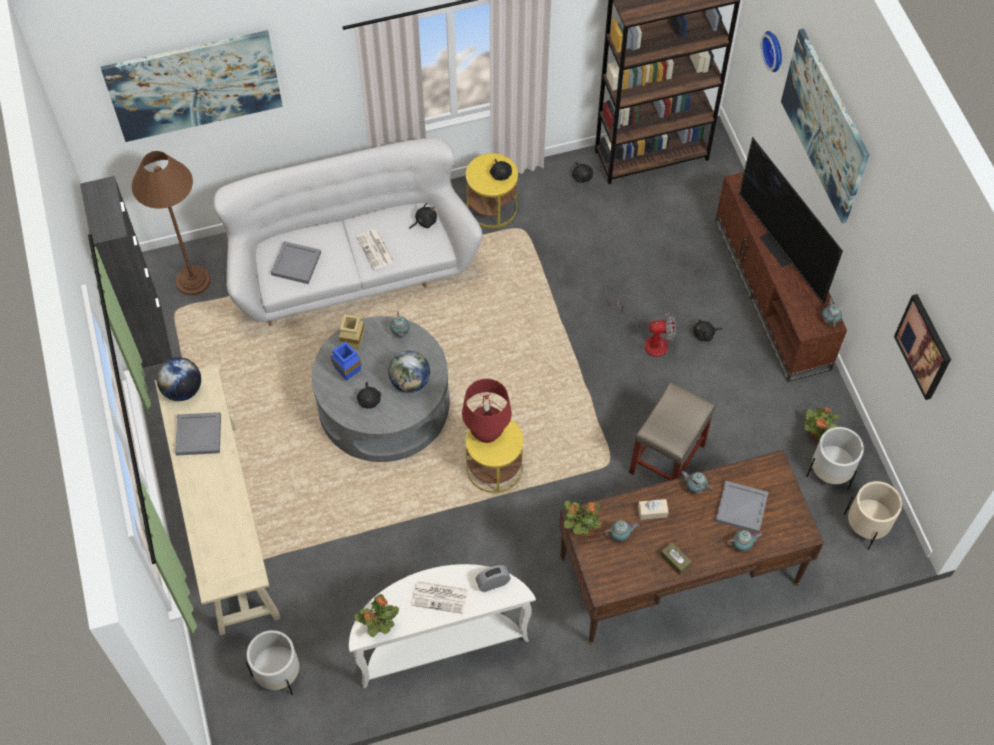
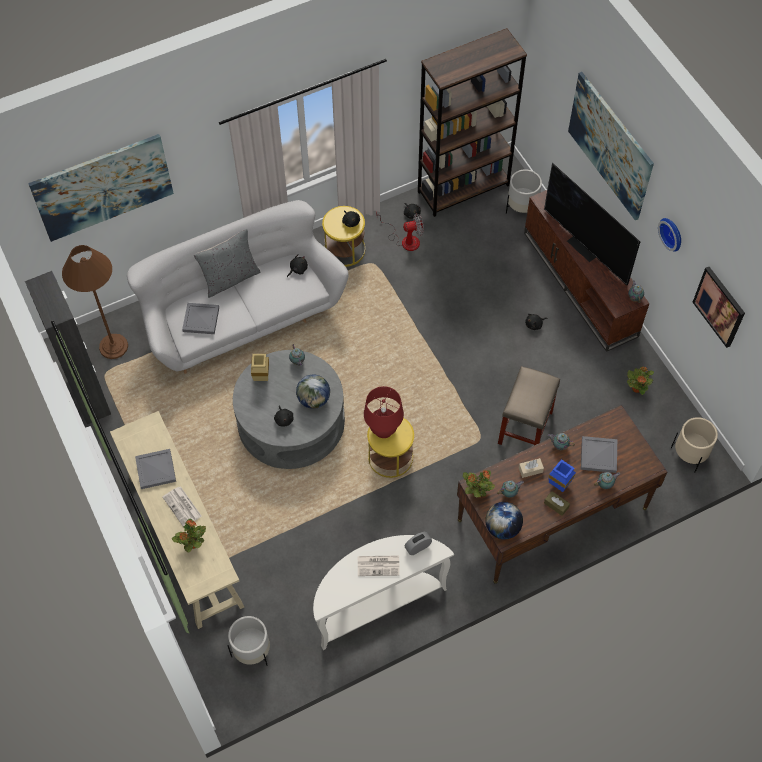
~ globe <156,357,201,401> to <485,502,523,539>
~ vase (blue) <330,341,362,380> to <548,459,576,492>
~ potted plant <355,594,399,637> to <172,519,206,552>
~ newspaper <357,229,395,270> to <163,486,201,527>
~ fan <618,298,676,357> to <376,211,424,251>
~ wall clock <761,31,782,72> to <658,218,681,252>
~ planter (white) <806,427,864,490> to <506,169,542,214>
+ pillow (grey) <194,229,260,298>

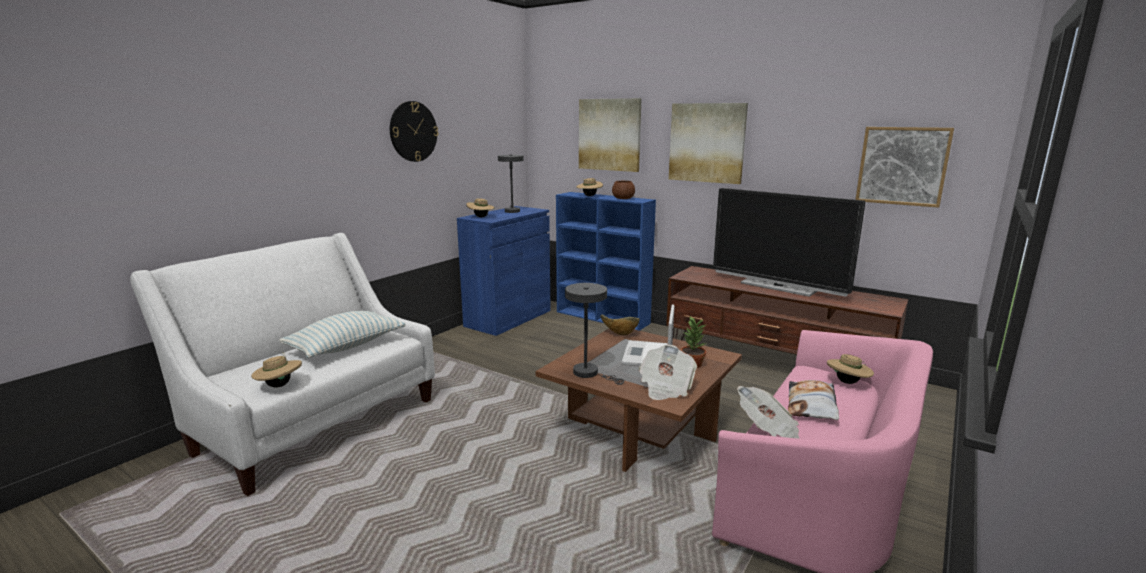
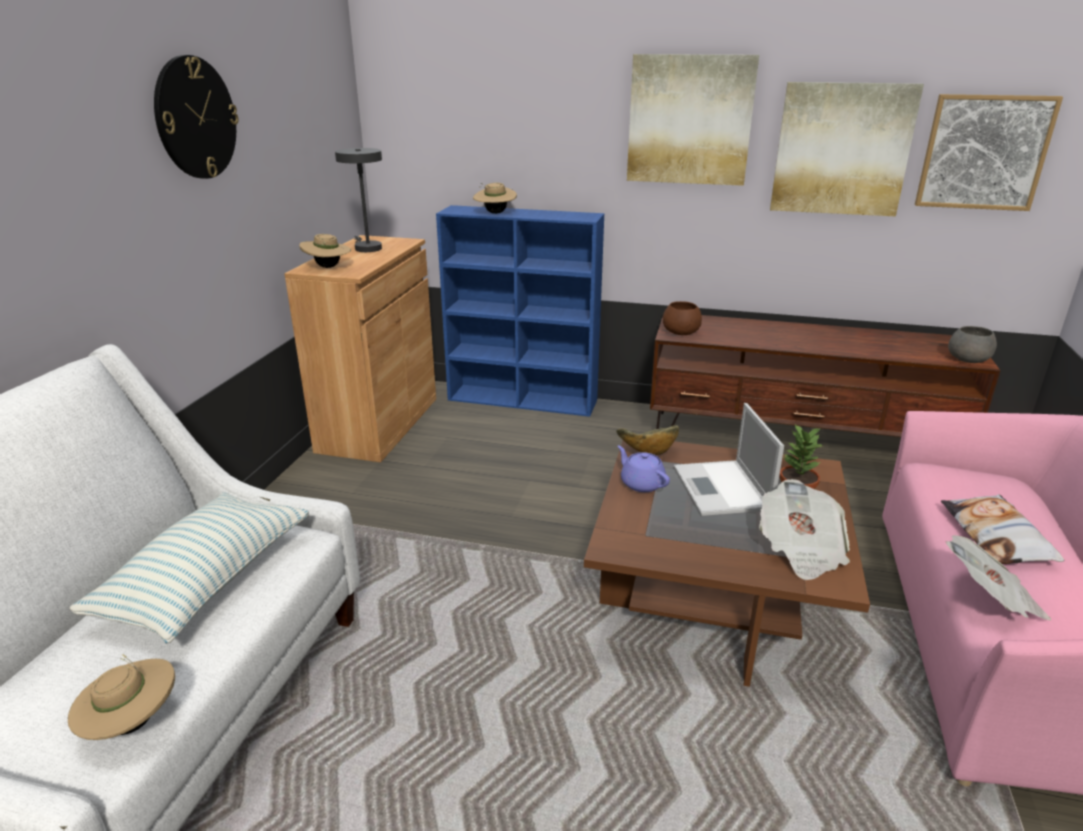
~ cabinet (blue) <457,206,551,336> to cabinet (brown) <284,235,436,462>
- table lamp (grey) <565,283,624,385>
~ picture <579,98,642,172> to <770,82,924,216>
~ bowl (brown) <612,181,635,199> to <663,301,702,335>
- television <713,188,866,297>
- hat (beige) <827,354,874,384>
+ teapot (purple) <618,445,670,492>
+ bowl (grey) <948,326,997,363>

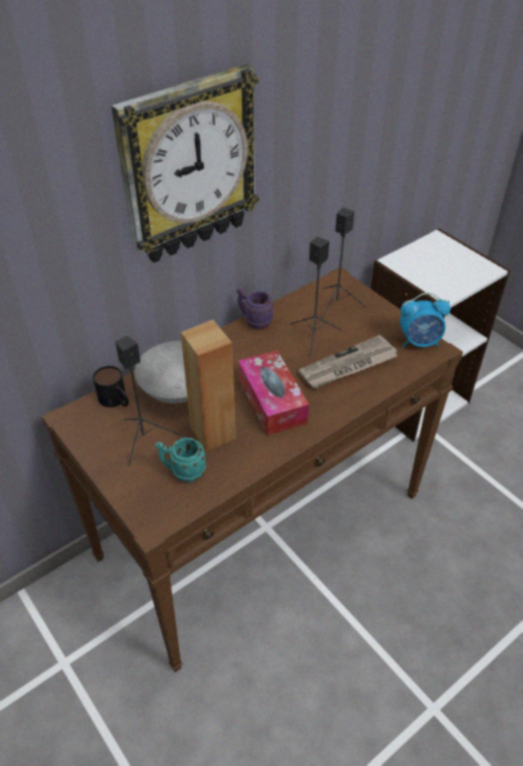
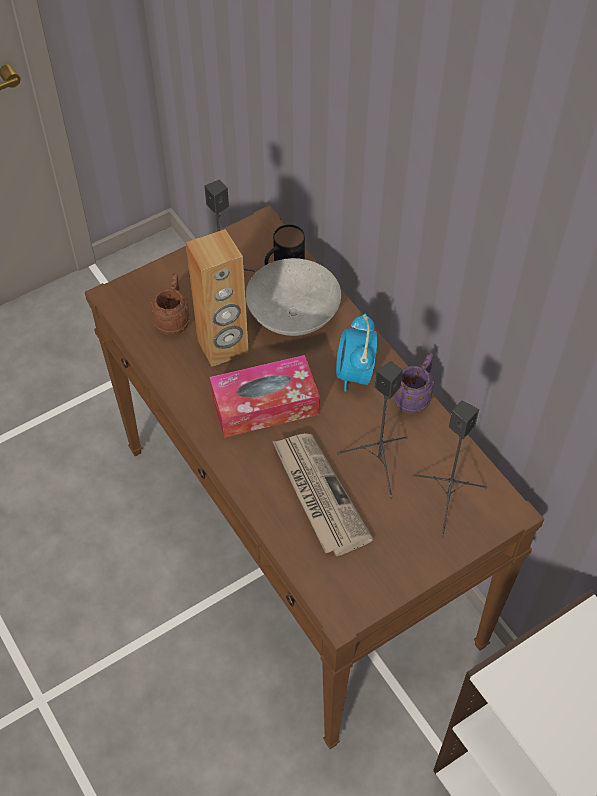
- wall clock <111,64,259,263>
~ mug (turquoise) <155,437,206,482> to mug (brown) <151,273,190,335>
~ alarm clock <400,293,450,348> to <336,313,377,392>

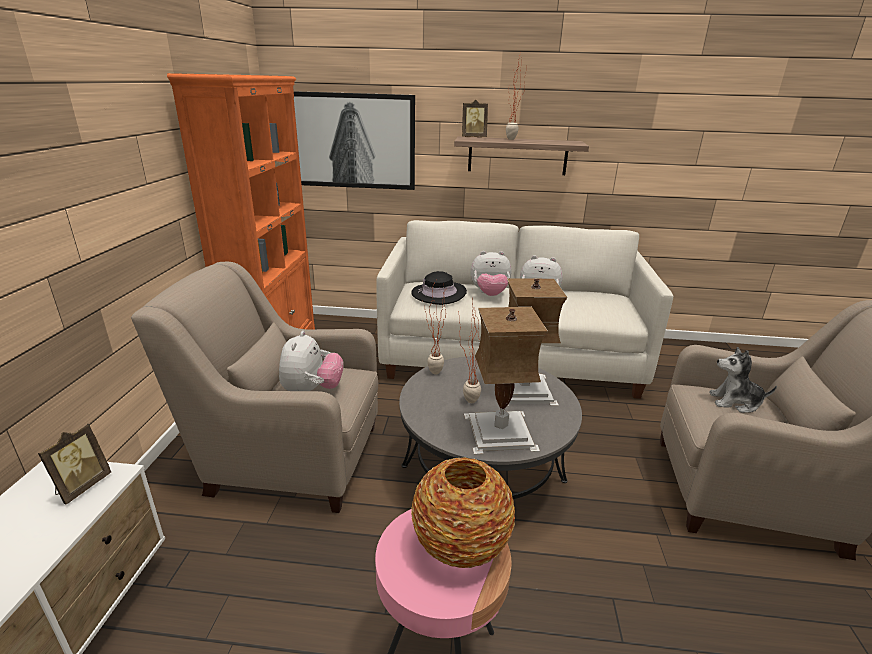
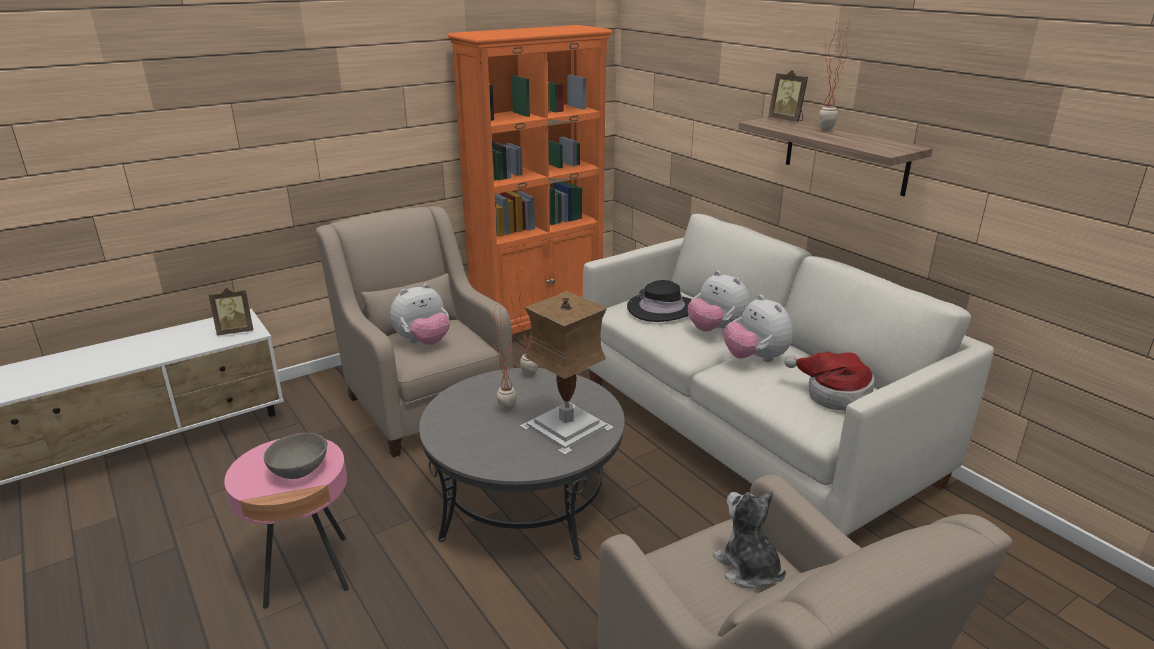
- picture <294,91,415,190>
~ vase <411,457,515,568> to bowl (grey) <264,433,327,479>
- table lamp <464,307,548,455>
+ hat <784,352,875,411>

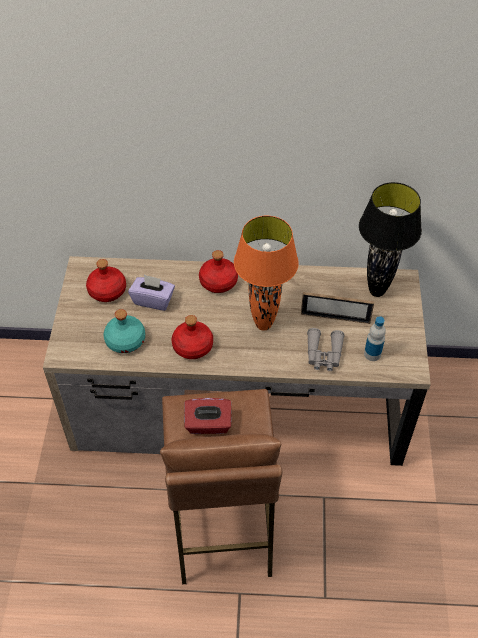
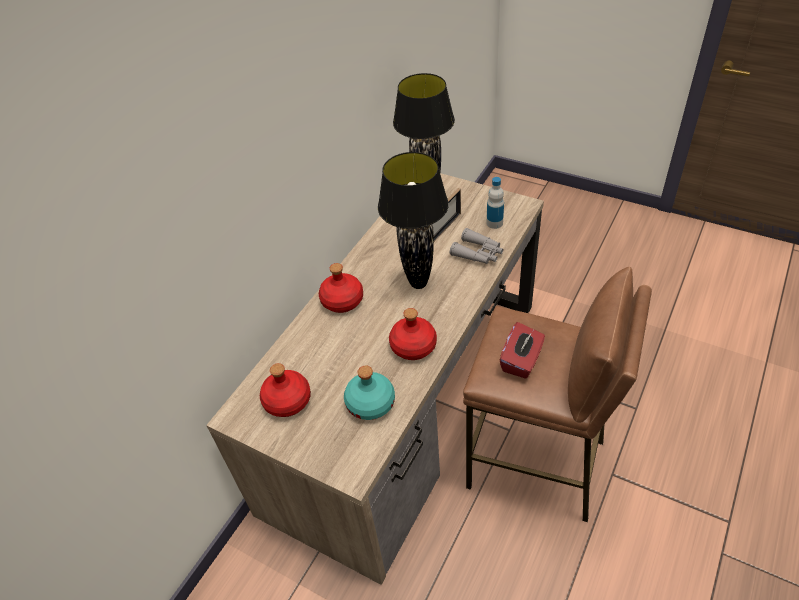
- tissue box (purple) <128,274,175,311>
~ table lamp (orange) <234,216,299,331> to table lamp (black) <378,152,449,289>

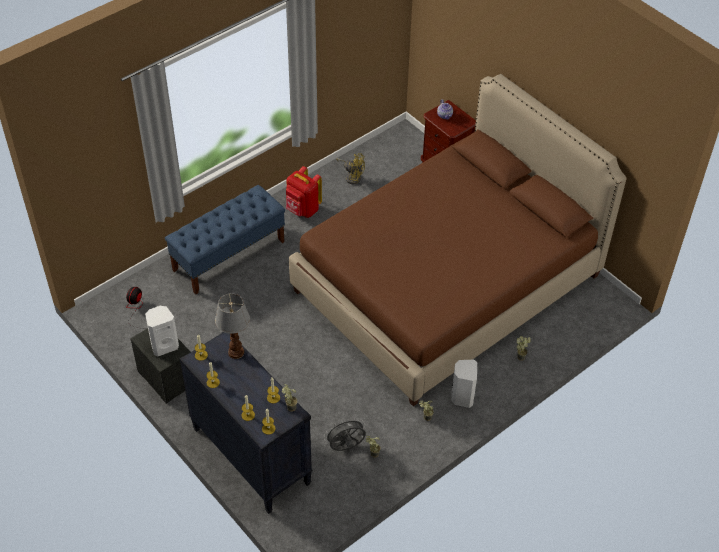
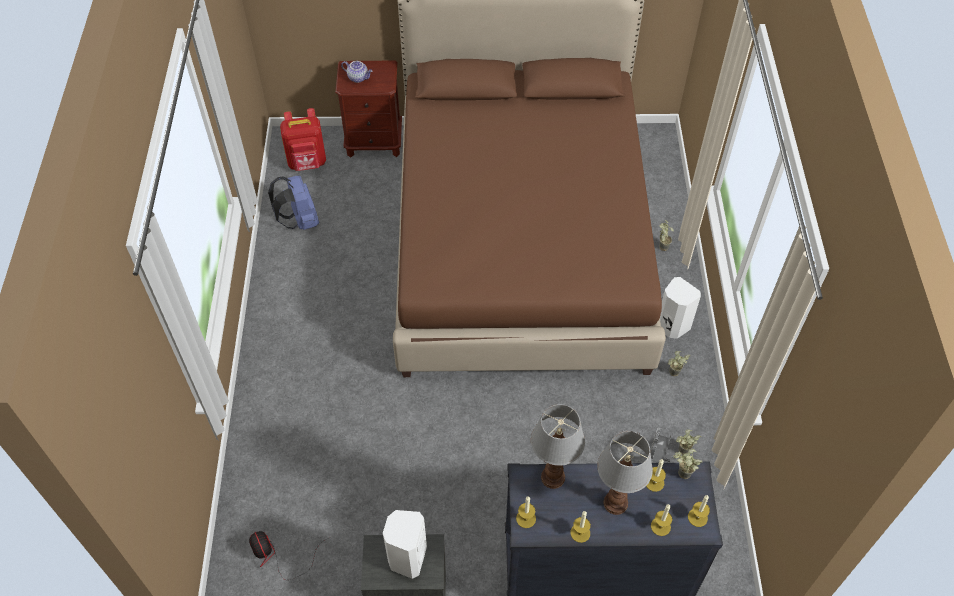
- bench (blue) <165,185,285,294>
~ backpack (red) <286,166,322,218> to <280,108,326,171>
~ fan (yellow) <336,153,365,184> to backpack (blue) <268,176,319,230>
+ table lamp <597,431,653,515>

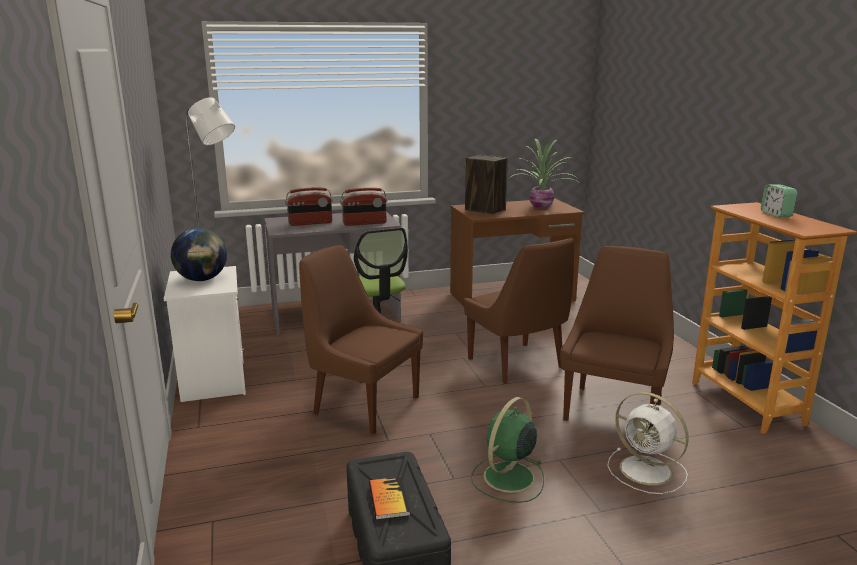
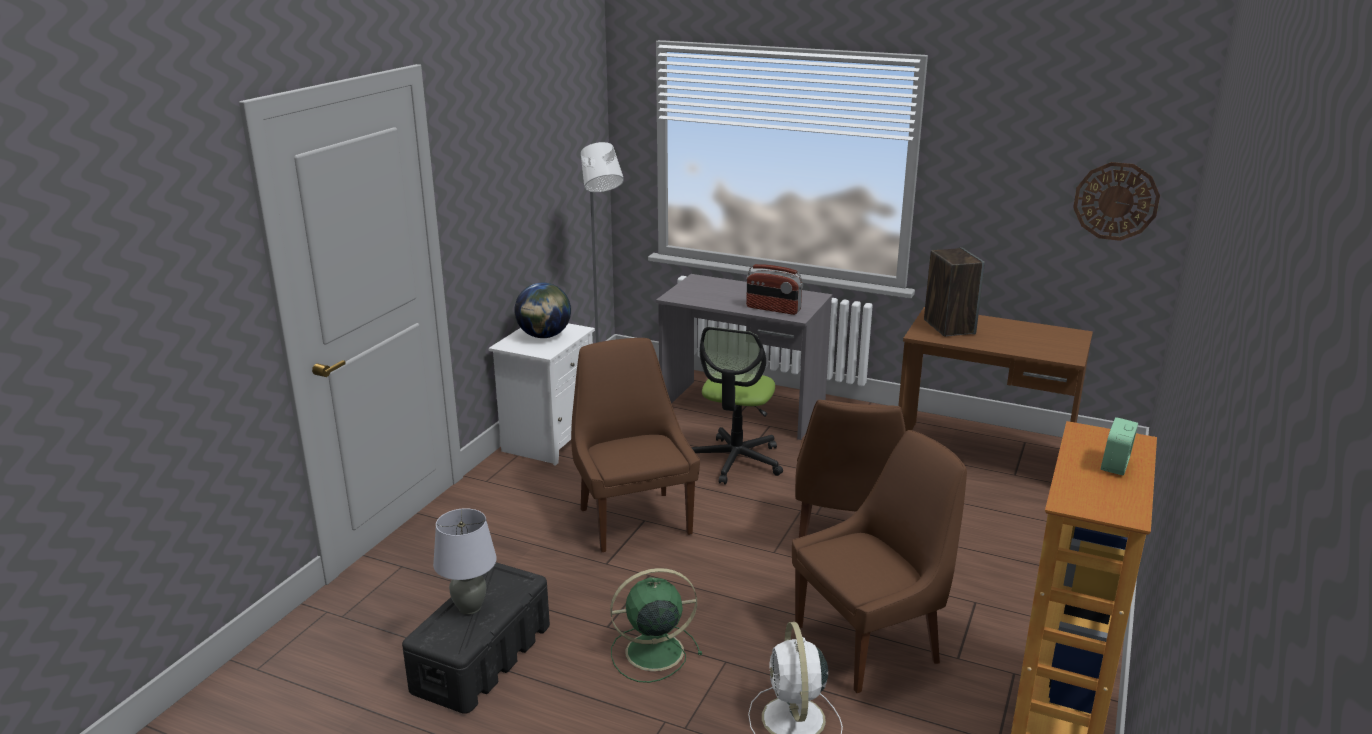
- radio <285,188,333,226>
~ book <369,477,410,520> to table lamp (grey) <433,508,497,615>
- potted plant <509,139,578,208>
+ wall clock <1073,162,1160,241>

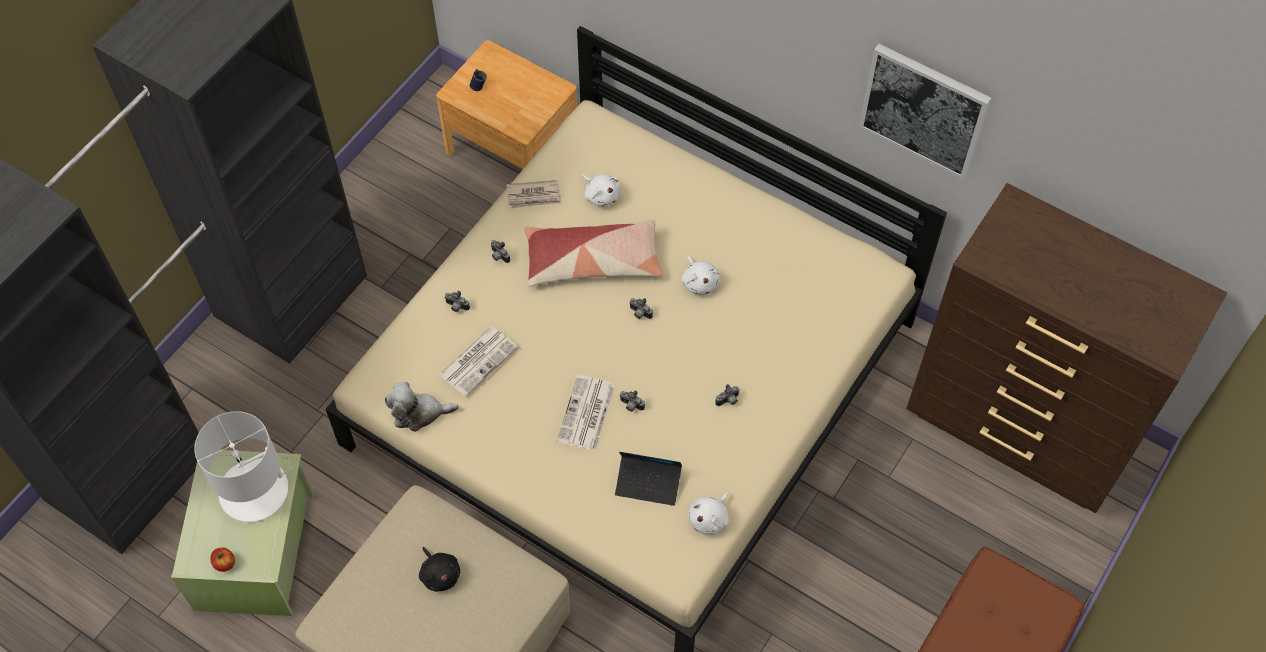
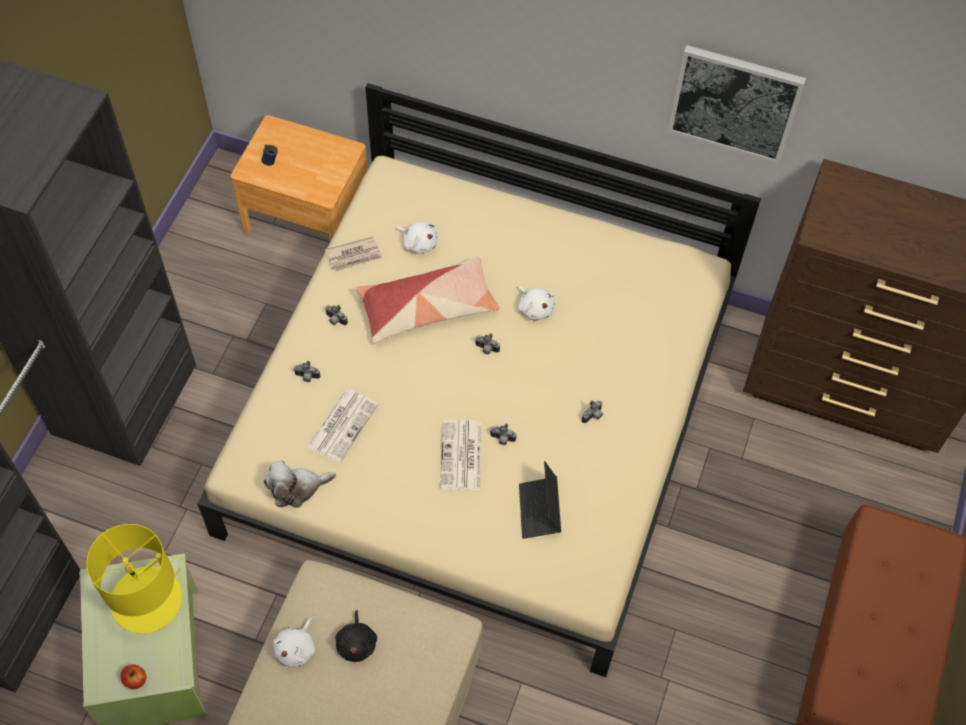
~ table lamp (white) <194,411,293,522> to table lamp (yellow) <86,524,182,634>
~ plush toy (black) <419,547,460,592> = <335,610,377,662> 45 degrees clockwise
~ laptop <615,452,682,506> = <519,461,561,539> 90 degrees clockwise
~ plush toy (white) <688,492,730,534> to <273,618,315,667>

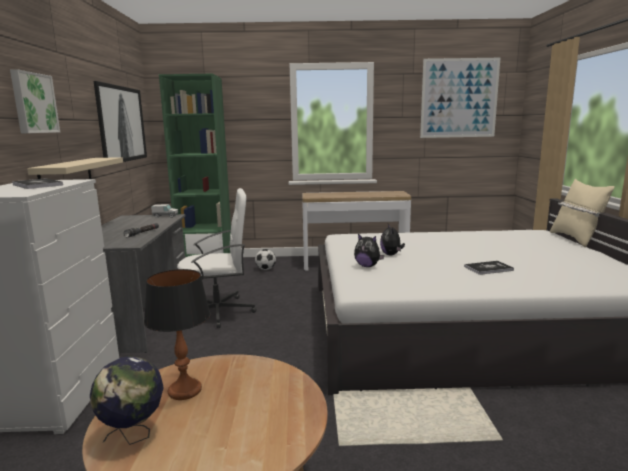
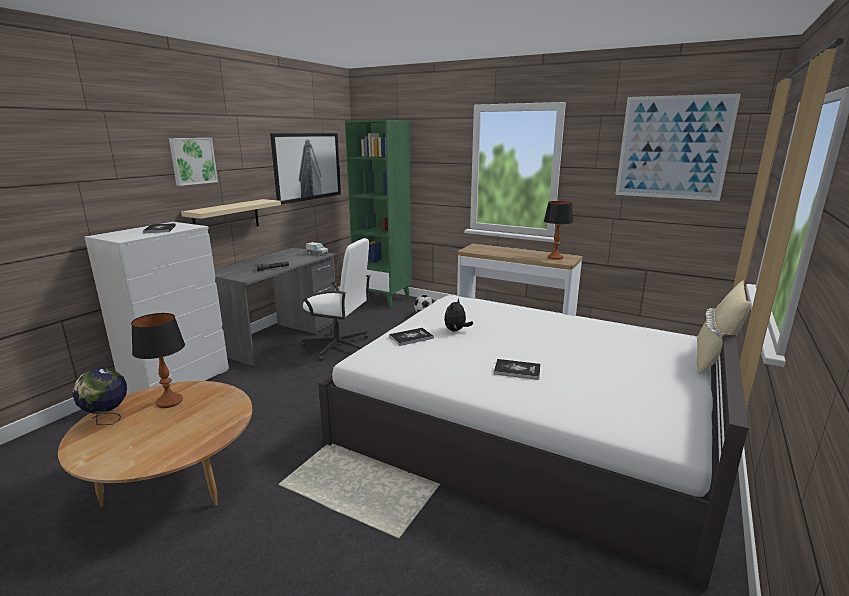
~ plush toy <354,234,384,267> to book <389,328,434,346>
+ table lamp <544,201,573,260>

